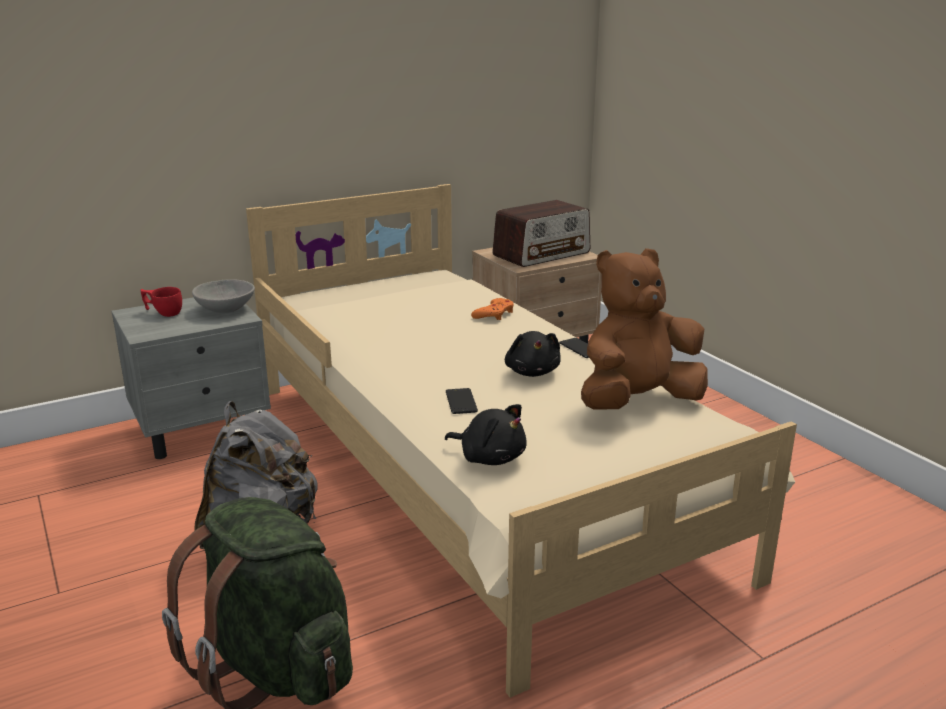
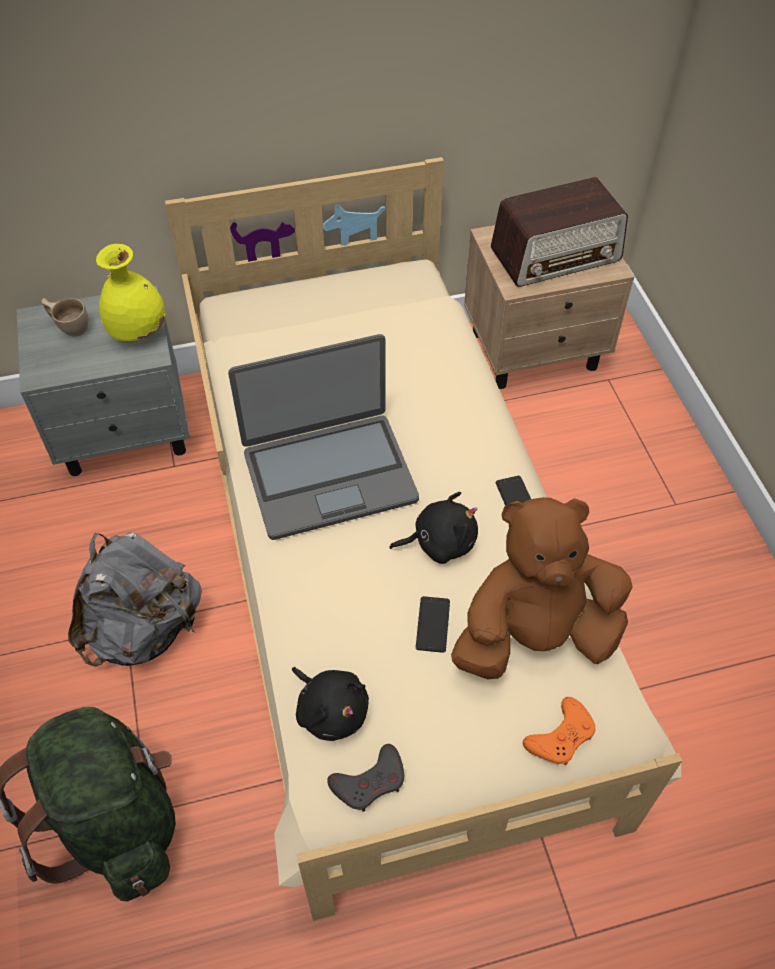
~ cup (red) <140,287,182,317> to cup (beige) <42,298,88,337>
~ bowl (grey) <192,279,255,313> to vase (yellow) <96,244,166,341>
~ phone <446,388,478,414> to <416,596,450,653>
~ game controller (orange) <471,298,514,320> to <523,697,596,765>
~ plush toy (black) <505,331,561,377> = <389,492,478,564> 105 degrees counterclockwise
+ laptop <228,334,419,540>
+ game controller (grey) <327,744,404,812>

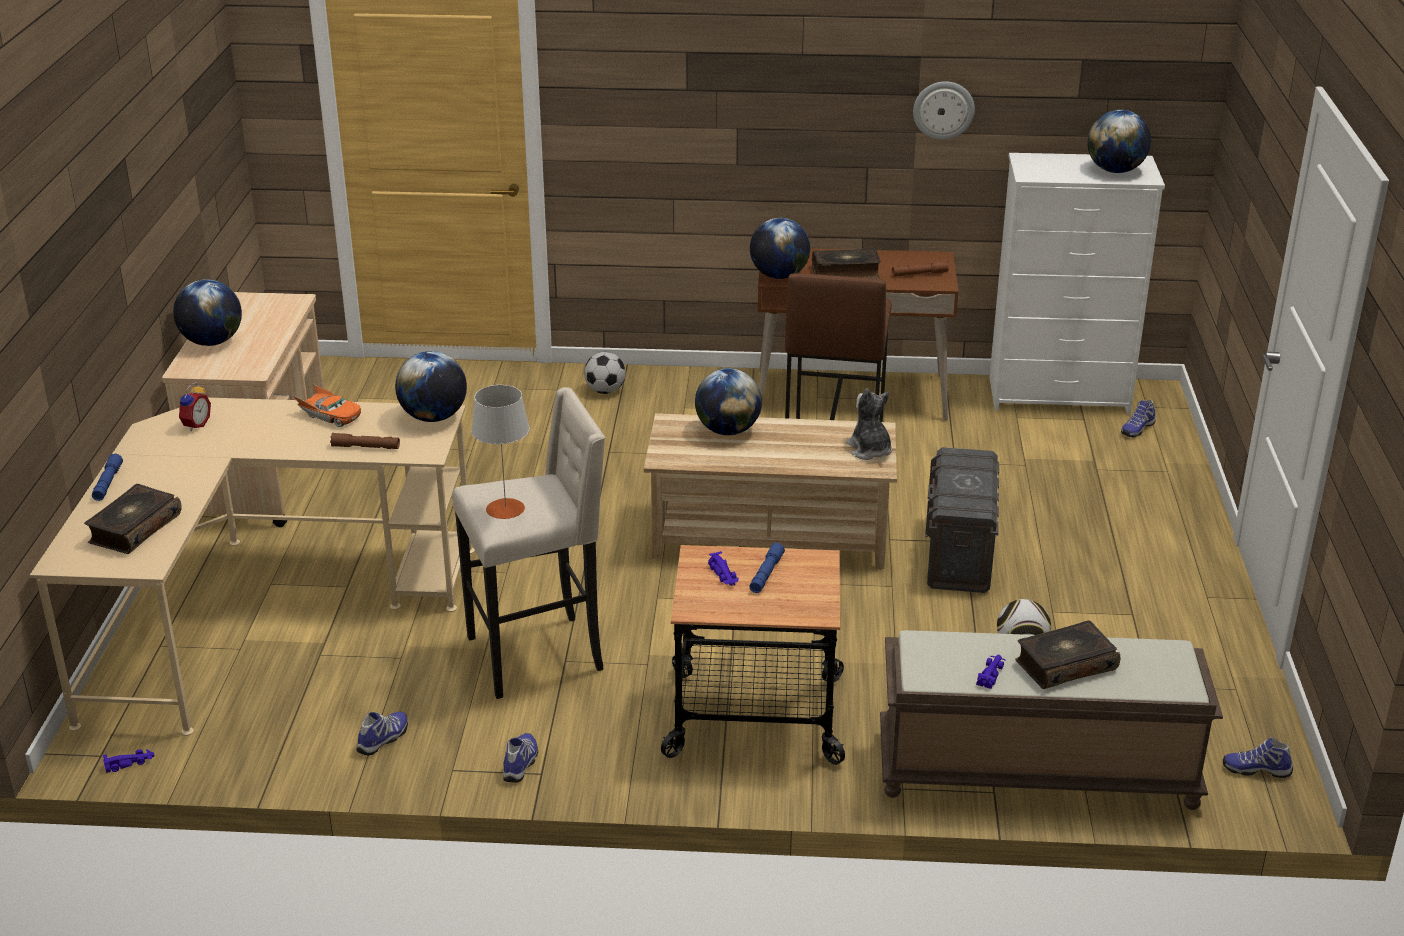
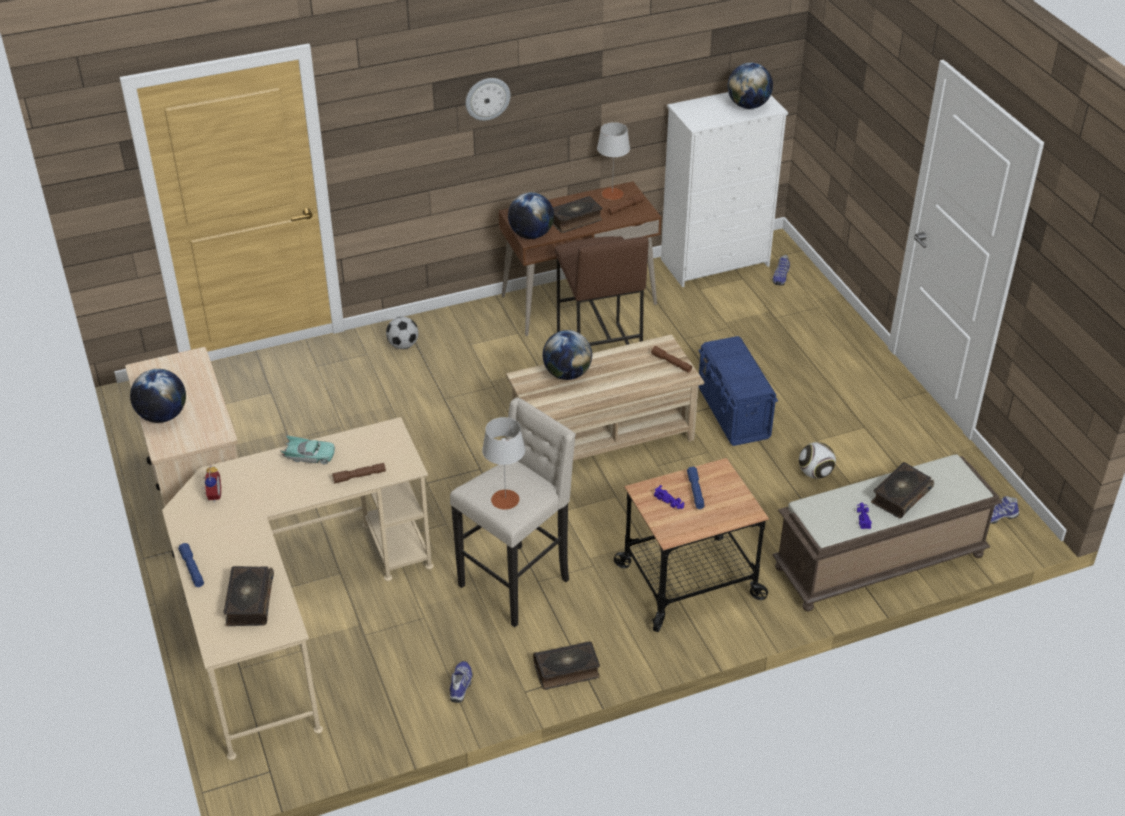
- toy car (purple) <103,749,155,773>
~ toy car (orange) <294,384,361,427> to toy car (turquoise) <280,435,335,464>
- globe <395,351,467,422>
~ shoe <503,733,538,783> to book <533,641,600,690>
~ plush toy <846,388,892,460> to flashlight (brown) <651,346,692,373>
~ wall clock <913,81,975,140> to <466,78,510,121>
~ storage box (grey) <925,447,999,593> to storage box (blue) <698,336,778,446>
+ table lamp (grey) <597,122,630,200>

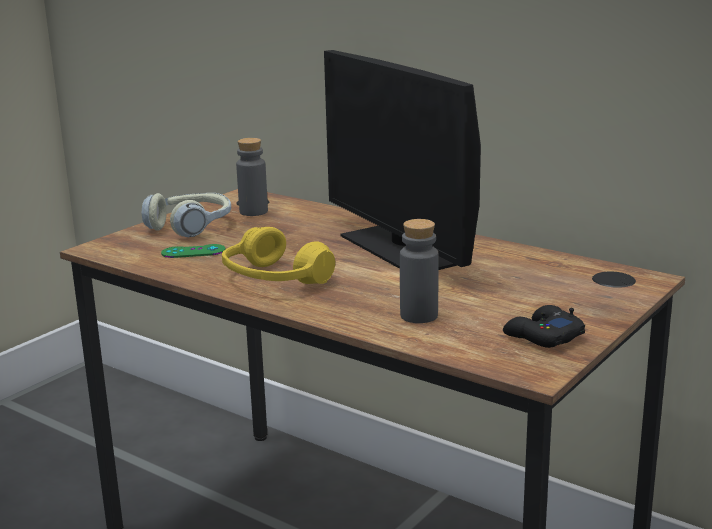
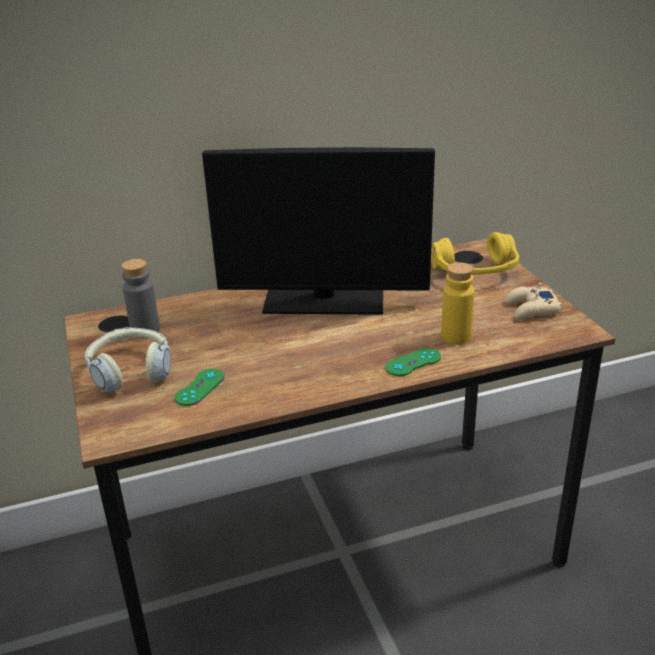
~ headphones (yellow) <222,227,335,284> to <431,232,519,275>
~ bottle (grey) <400,219,439,323> to bottle (yellow) <441,262,474,344>
~ game controller (black) <503,305,585,348> to game controller (beige) <505,283,562,319>
+ game controller (green) <385,348,441,376>

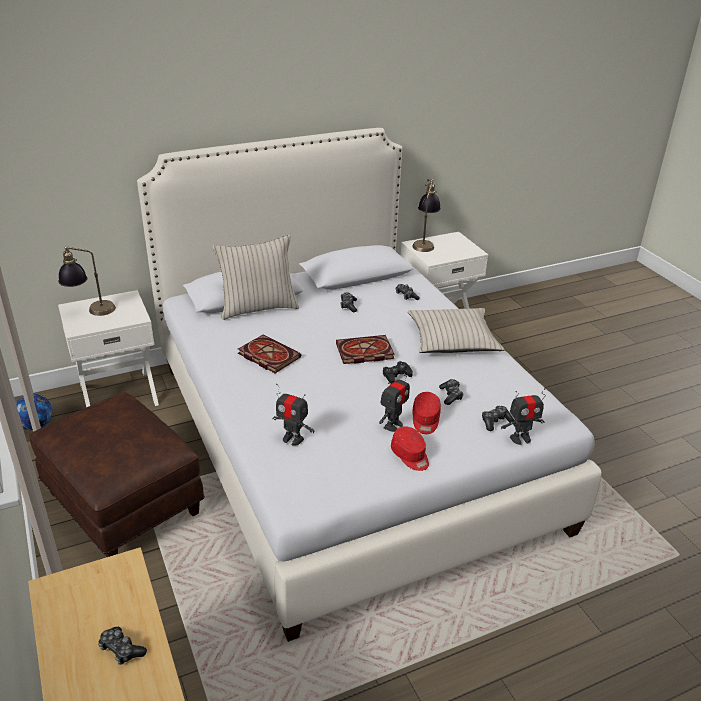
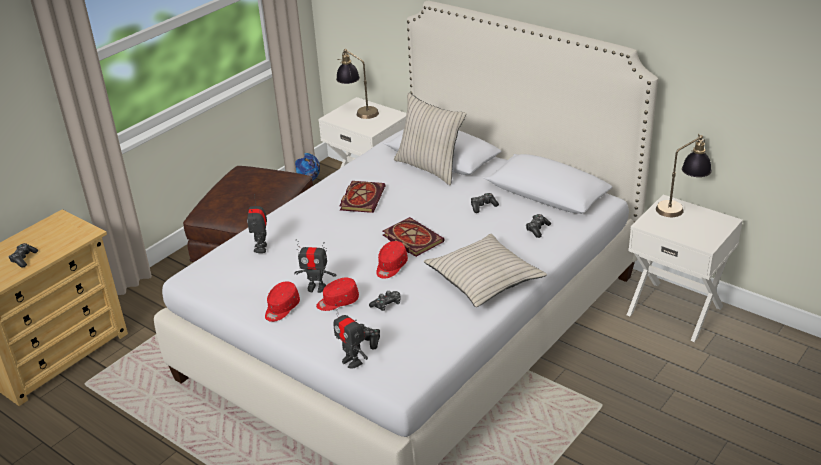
~ game controller (black) <383,361,413,384> to cap (red) <376,241,408,279>

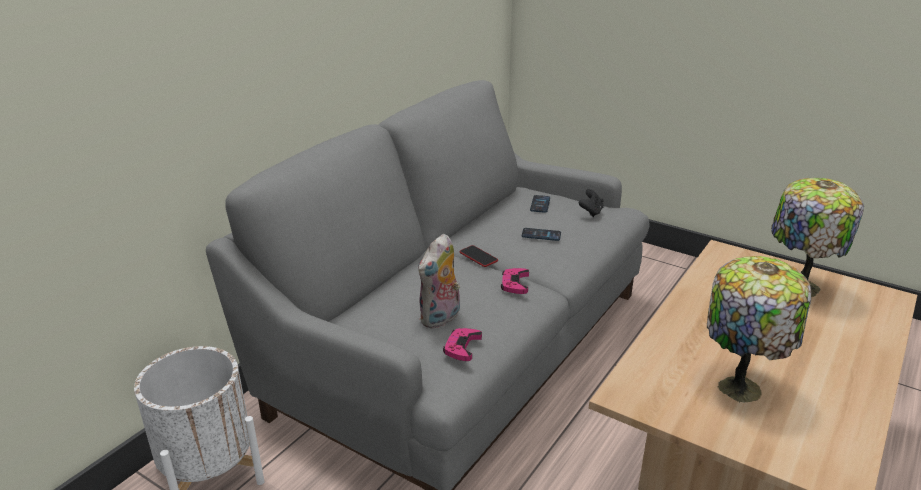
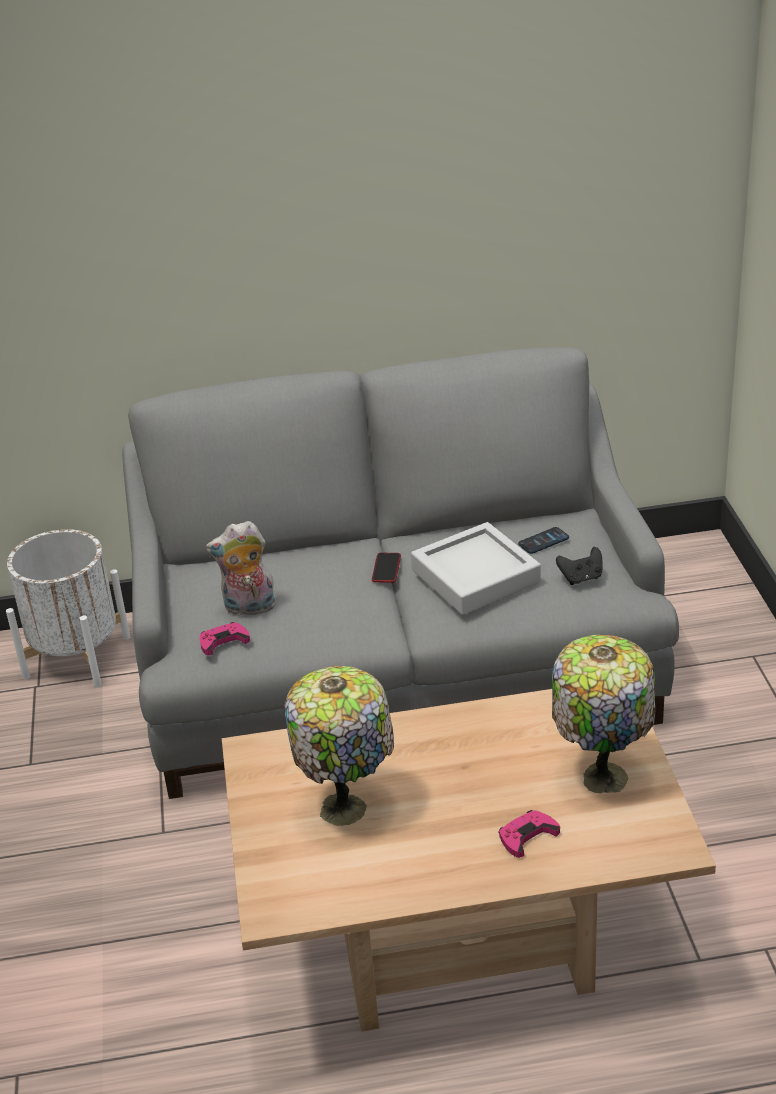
~ game controller (pink) <501,268,529,294> to <498,810,560,858>
~ phone <522,228,561,241> to tray (grey) <411,522,541,615>

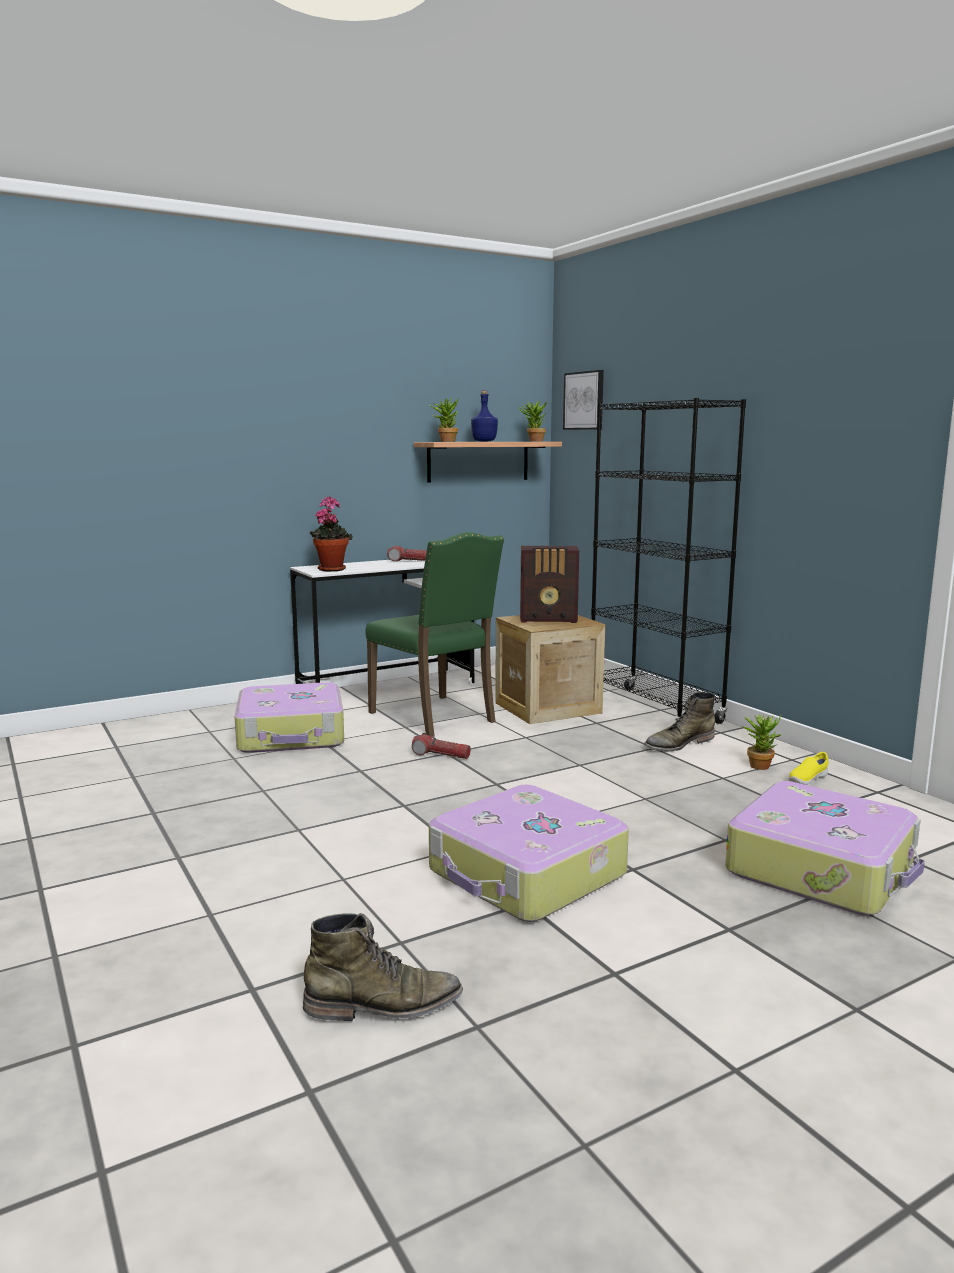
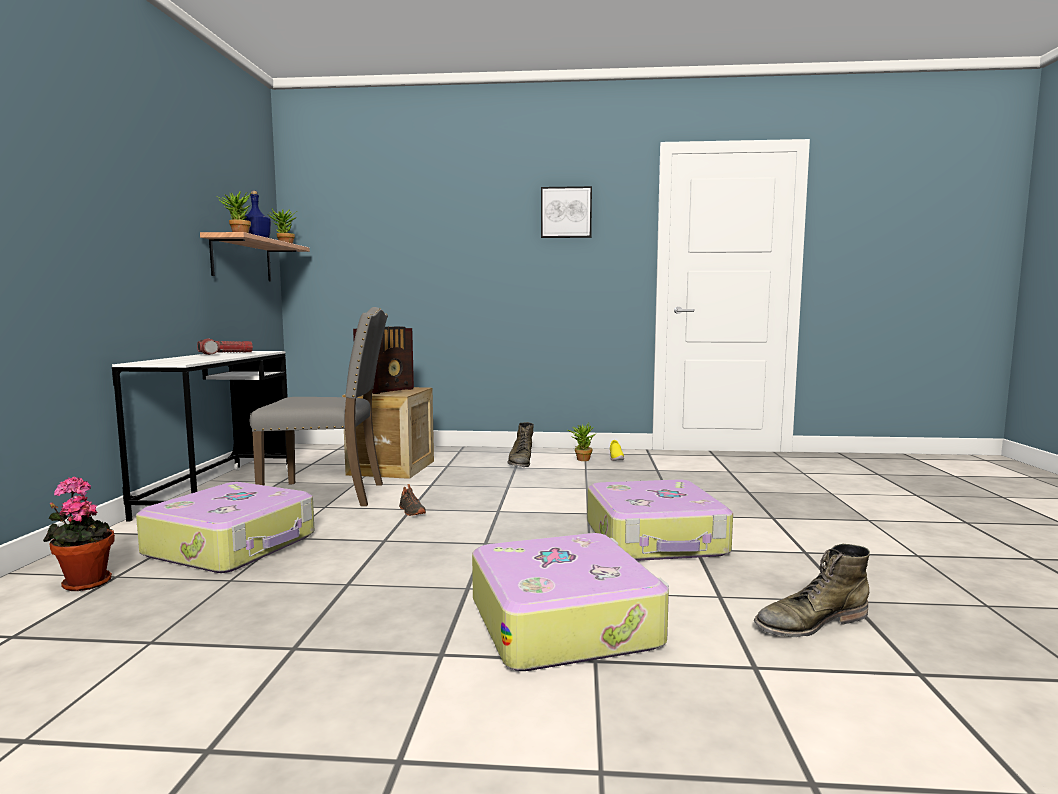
~ boot (green) <303,913,463,1021> = <754,544,870,637> 135 degrees counterclockwise
~ potted plant <310,496,353,571> to <43,477,115,591>
~ chair (green) <366,532,504,737> to chair (grey) <250,307,388,506>
~ flashlight <412,733,471,759> to shoe (black) <399,484,426,516>
~ picture <563,370,604,430> to <541,186,592,238>
- bookcase (black) <591,398,746,724>
~ suitcase <725,781,925,915> to <472,533,669,671>

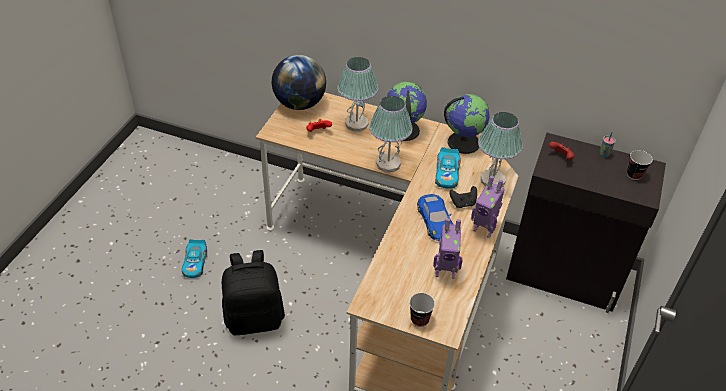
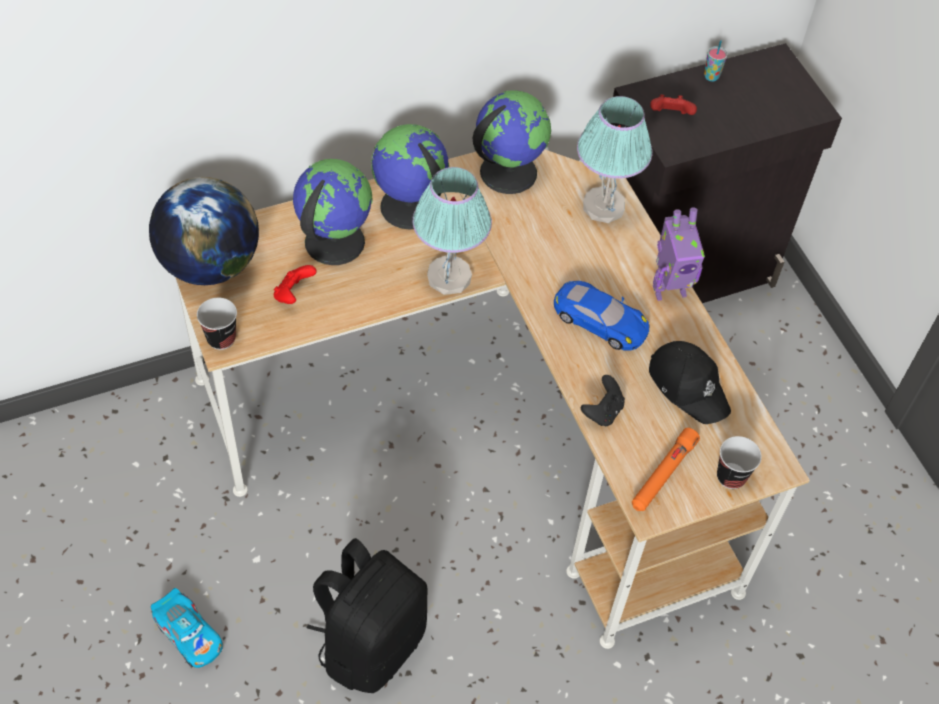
~ table lamp <337,57,378,132> to globe <293,159,372,265>
~ toy robot <433,218,463,279> to cap (black) <649,341,731,424>
- toy car <435,147,461,189>
~ game controller (black) <449,186,477,208> to <581,375,625,426>
~ cup <627,150,653,180> to <197,298,237,350>
+ flashlight (orange) <632,428,700,511>

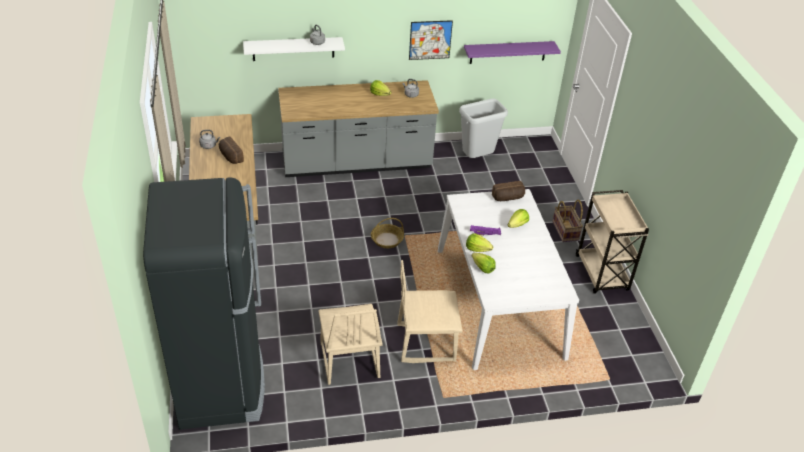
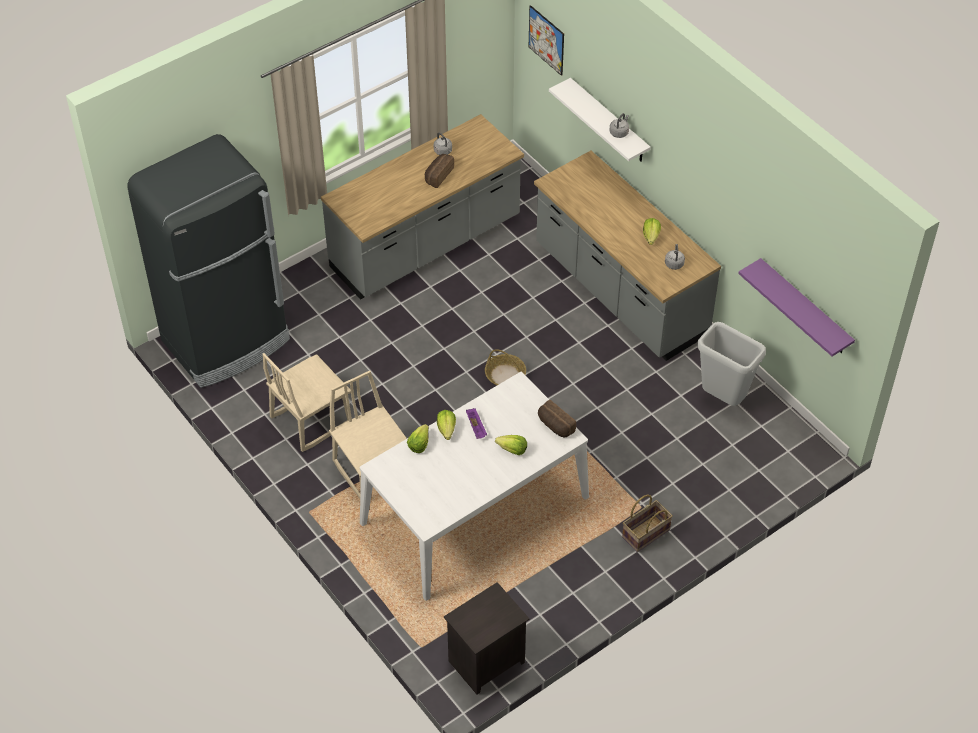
~ picture <409,20,453,60> to <529,5,564,76>
- cart (beige) <576,190,649,294>
+ nightstand (black) <444,582,529,695>

